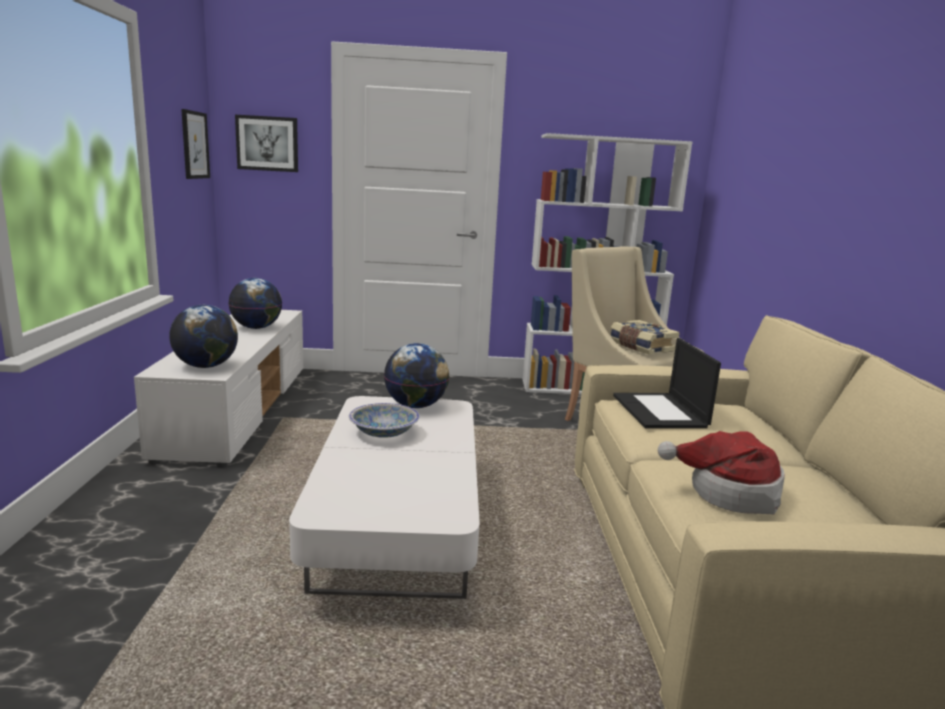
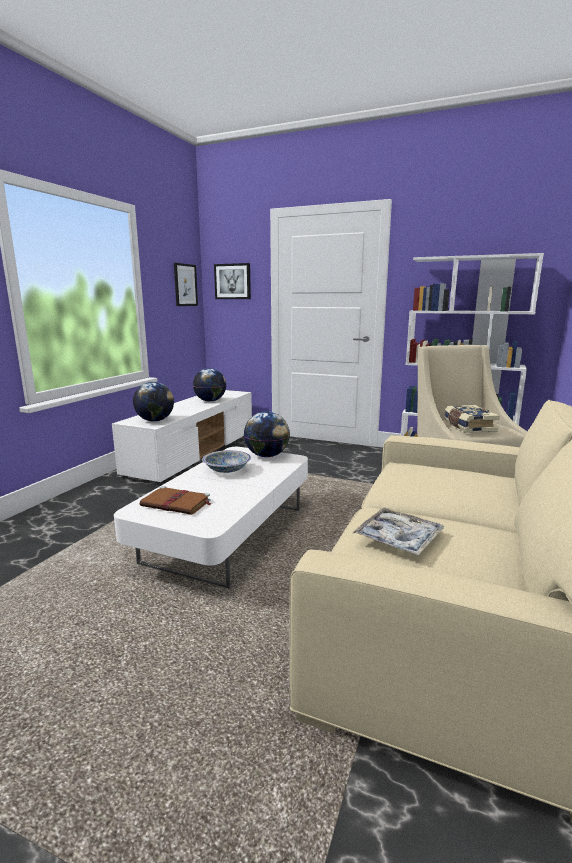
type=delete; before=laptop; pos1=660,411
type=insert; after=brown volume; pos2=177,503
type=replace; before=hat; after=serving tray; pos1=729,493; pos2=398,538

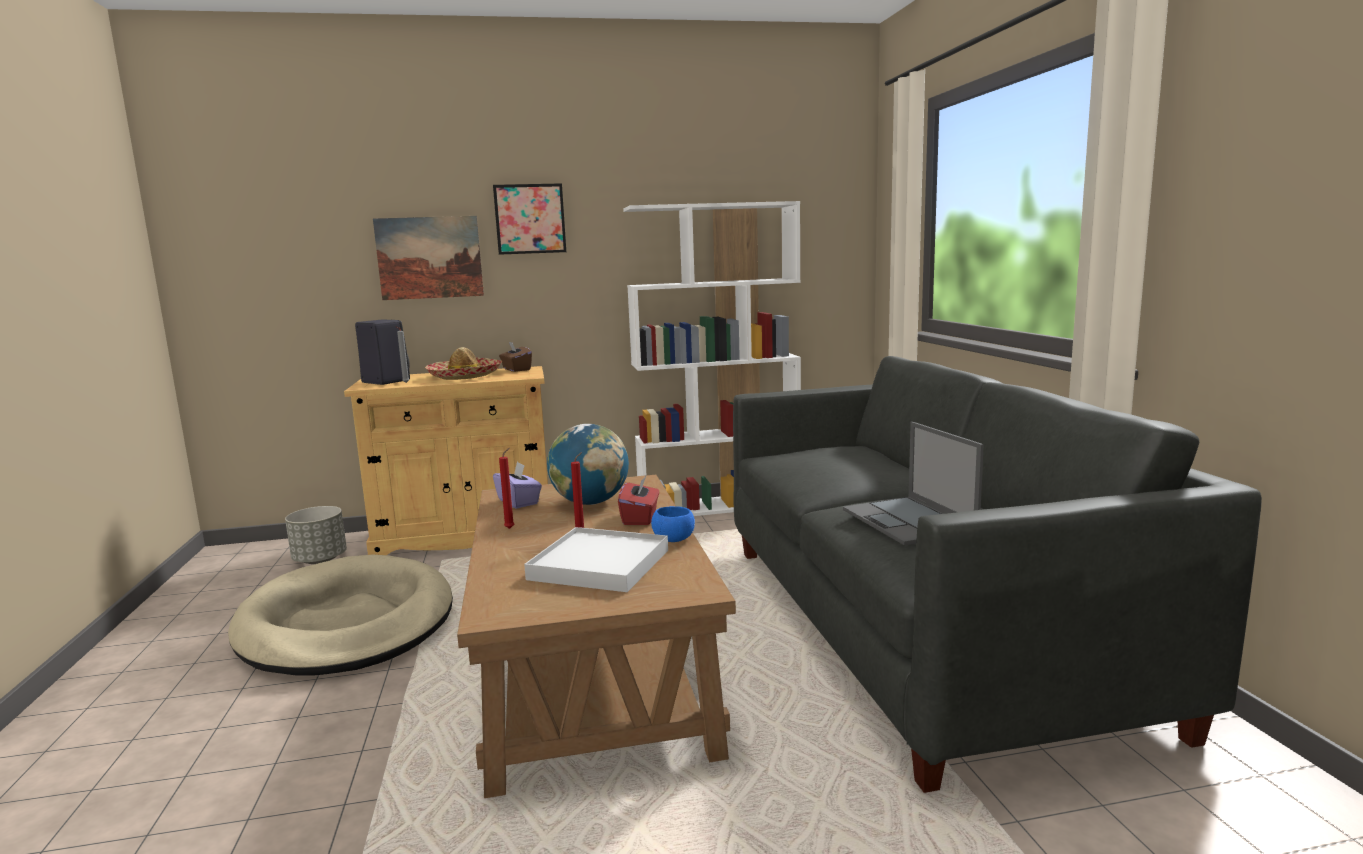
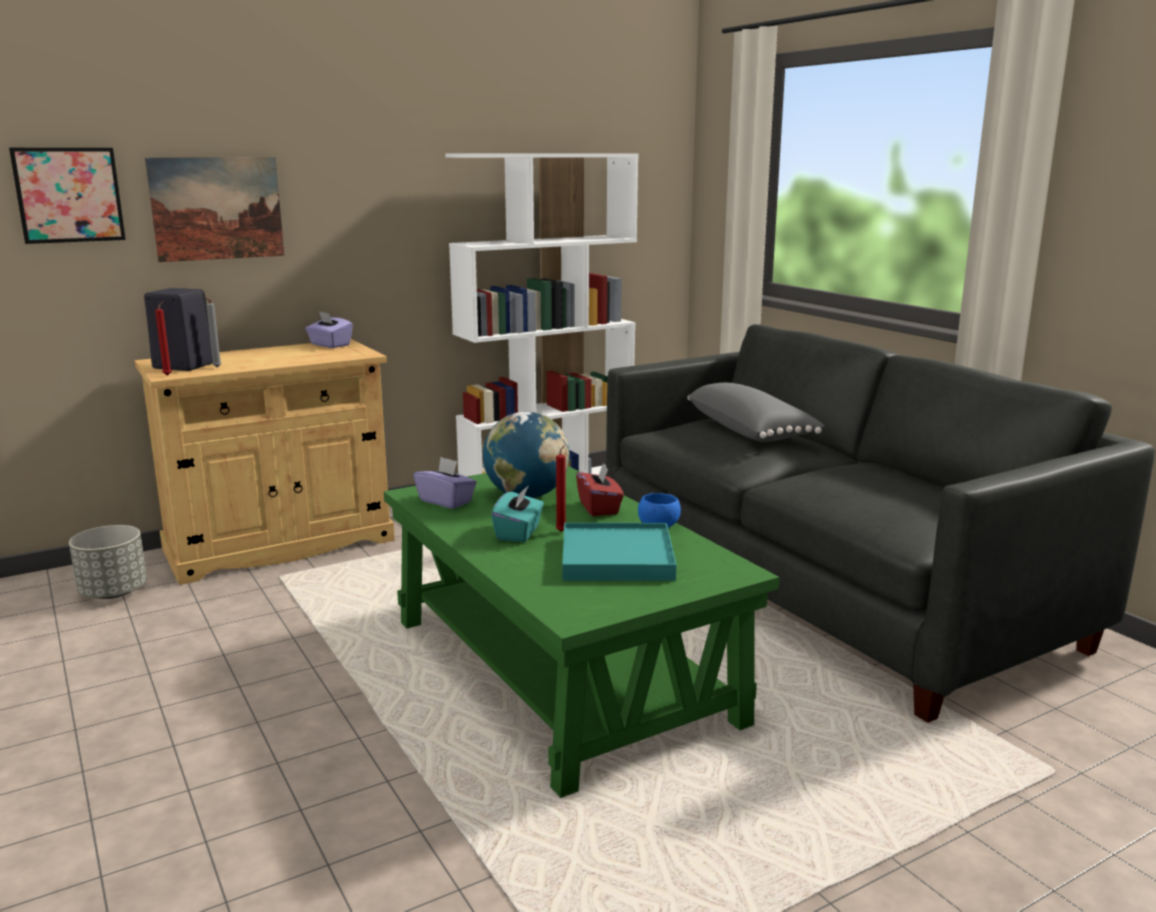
type=delete; before=beige dog cushion; pos1=347,623
type=delete; before=hat; pos1=465,376
type=delete; before=laptop; pos1=909,521
type=insert; after=turquoise-coloured tissue box; pos2=519,533
type=insert; after=greyish cushion; pos2=751,431
type=move; before=wall picture; pos1=530,219; pos2=69,195
type=move; before=red-coloured wax light; pos1=511,528; pos2=168,375
type=recolor; before=brown coffee table; after=green coffee table; pos1=593,672; pos2=562,670
type=recolor; before=brown tissue box; after=purple tissue box; pos1=516,369; pos2=330,345
type=recolor; before=white serving tray; after=turquoise-coloured serving tray; pos1=600,564; pos2=617,558

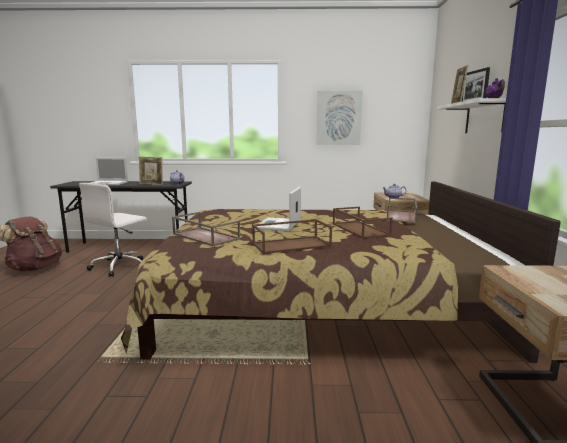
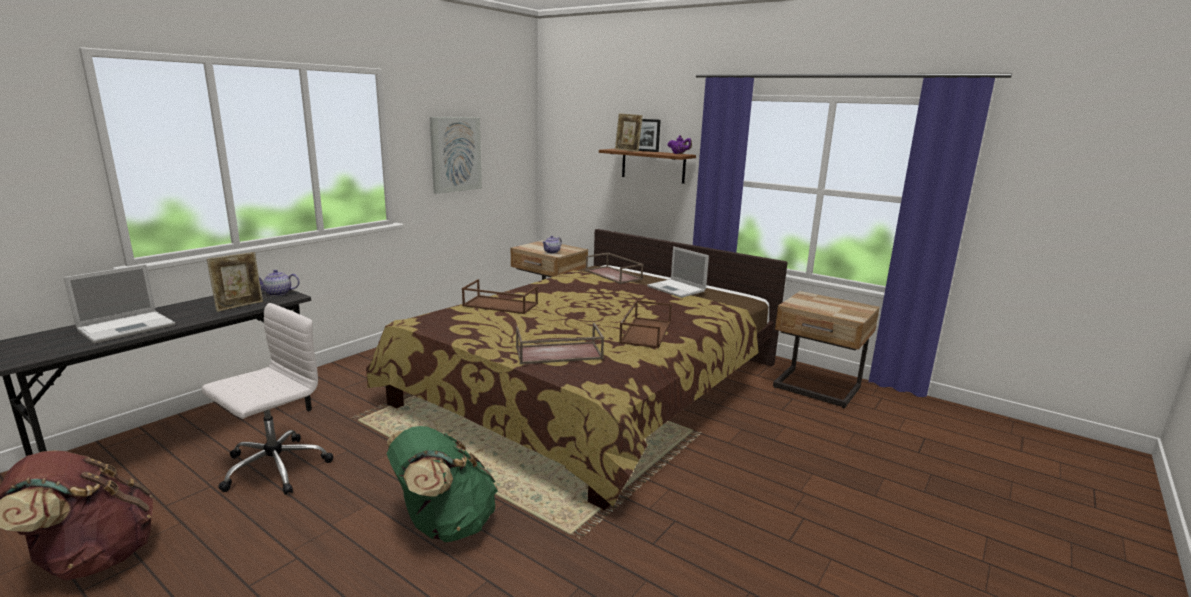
type=insert; after=green rucksack; pos2=444,525
type=move; before=laptop; pos1=278,225; pos2=677,289
type=move; before=brown serving tray; pos1=359,229; pos2=499,305
type=recolor; before=white wall shelf; after=brown wall shelf; pos1=484,117; pos2=653,165
type=rotate; before=white computer chair; pos1=120,266; pos2=273,468; turn=-120

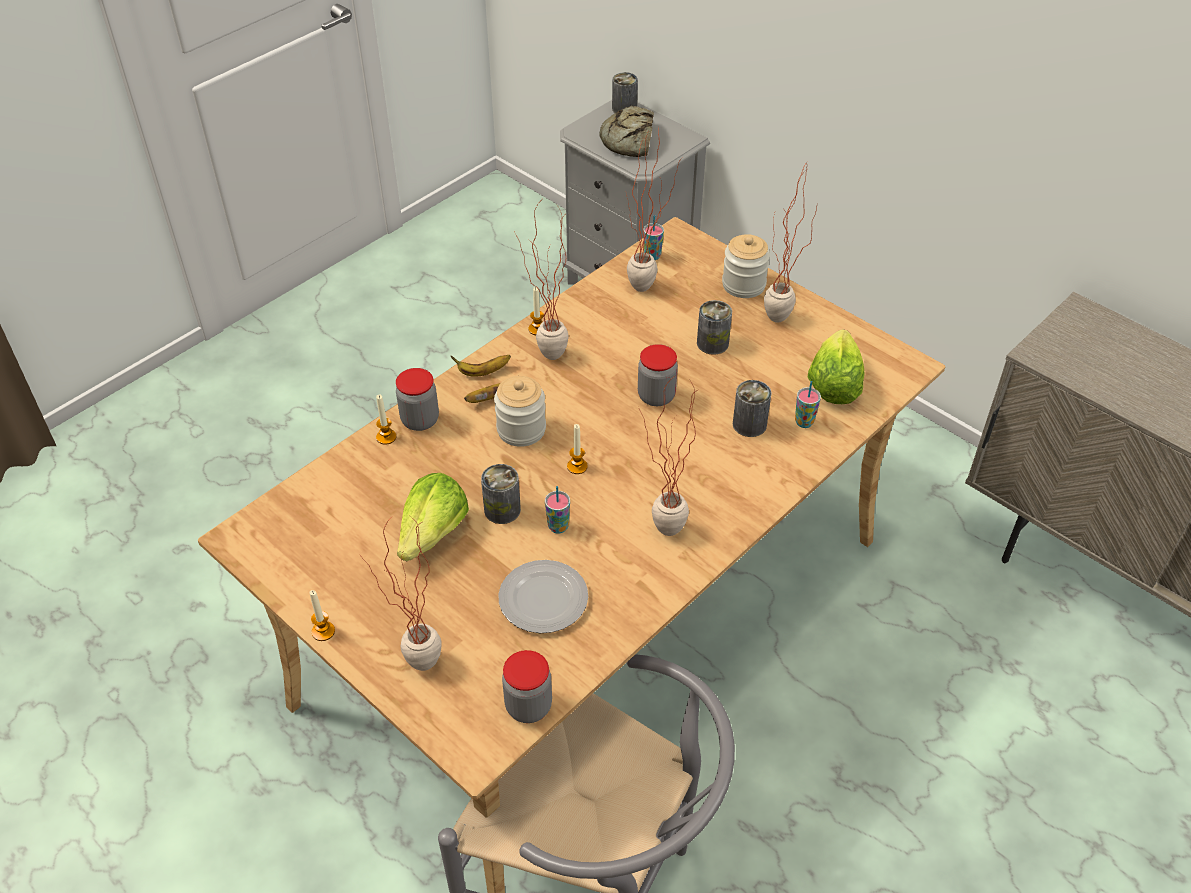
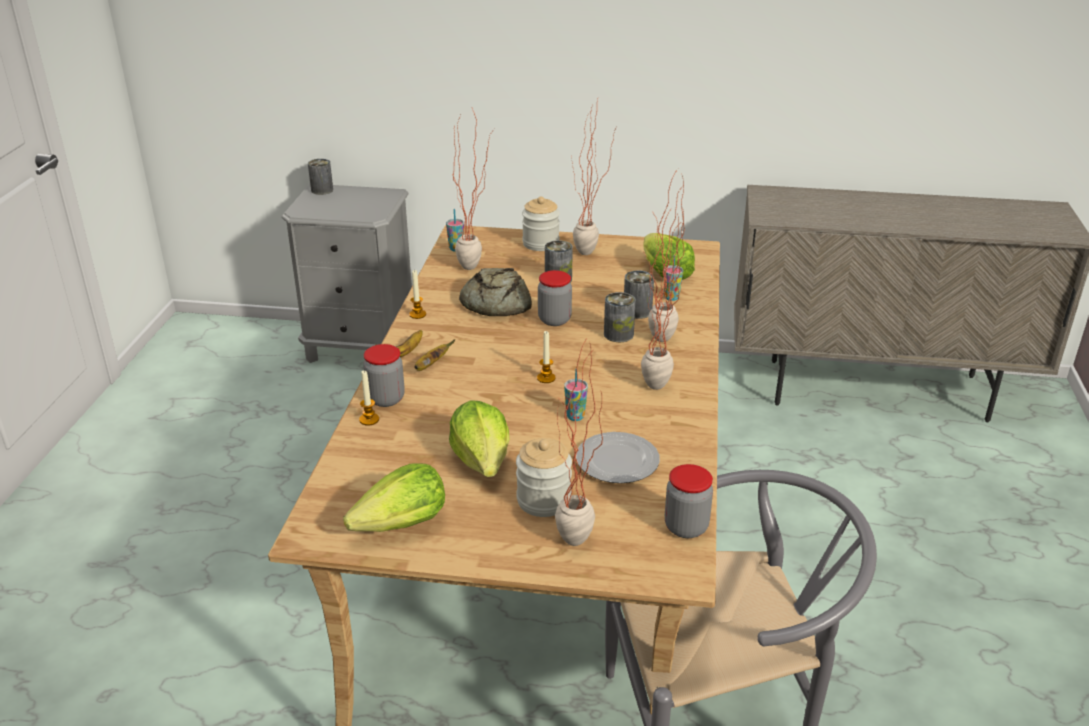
type=delete; before=wax light; pos1=323,631
type=insert; after=lettuce; pos2=402,525
type=move; before=can; pos1=502,510; pos2=618,334
type=move; before=storage jar; pos1=521,429; pos2=543,500
type=move; before=plant in a pot; pos1=544,360; pos2=660,344
type=move; before=baked bread; pos1=629,140; pos2=495,303

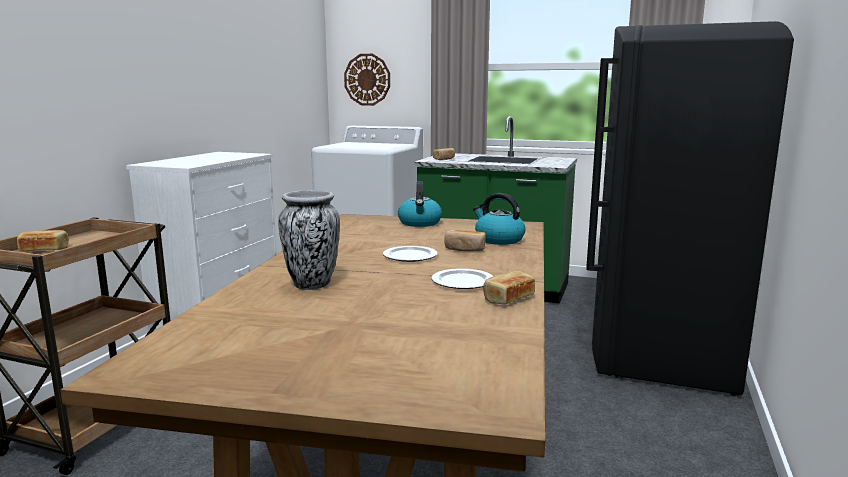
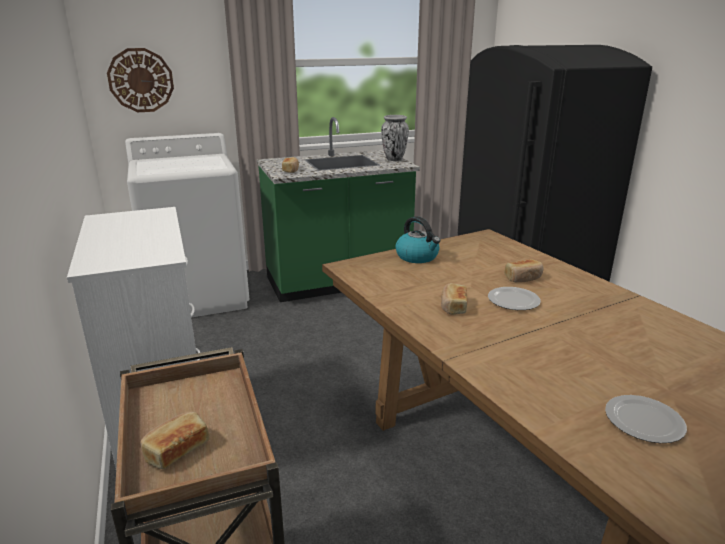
type=delete; before=water kettle; pos1=498,239
type=move; before=decorative vase; pos1=311,284; pos2=394,159
type=move; before=dinner plate; pos1=462,282; pos2=645,422
type=move; before=baked bread; pos1=507,299; pos2=453,307

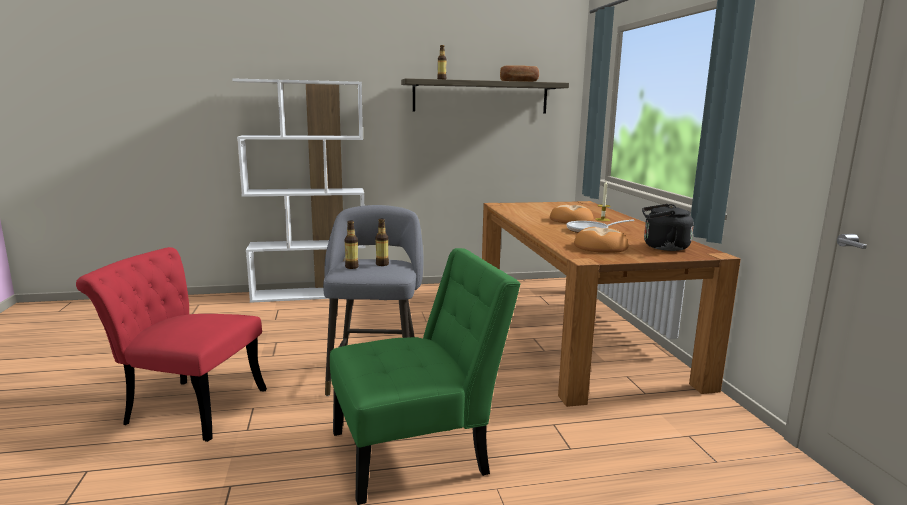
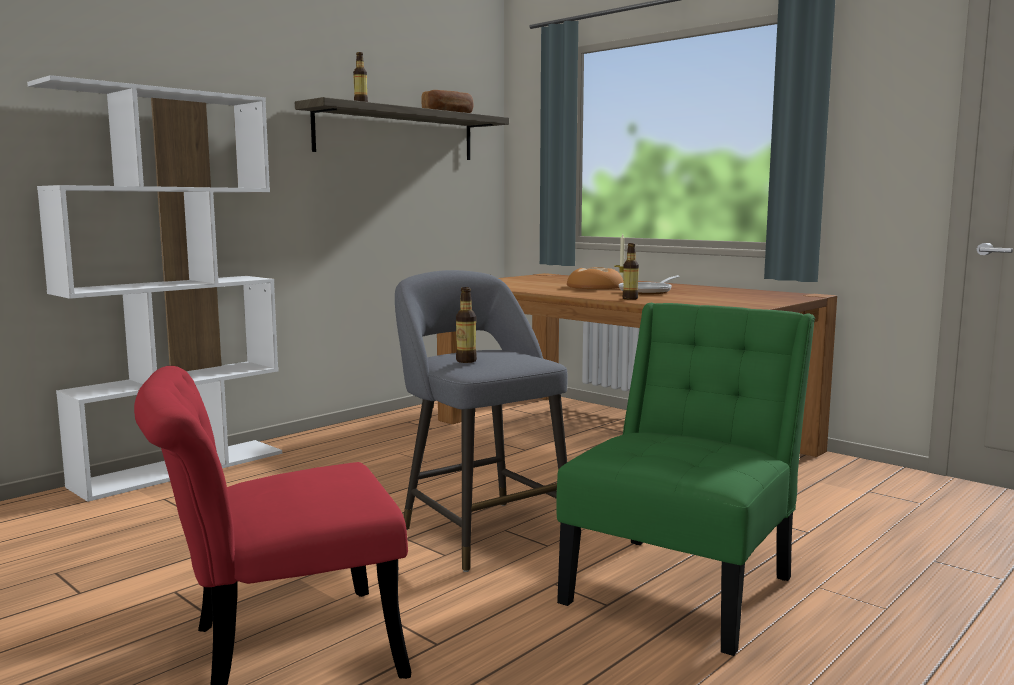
type=delete; before=baked bread; pos1=600,247
type=delete; before=blackish water kettle; pos1=662,247
type=move; before=beverage bottle; pos1=382,264; pos2=630,299

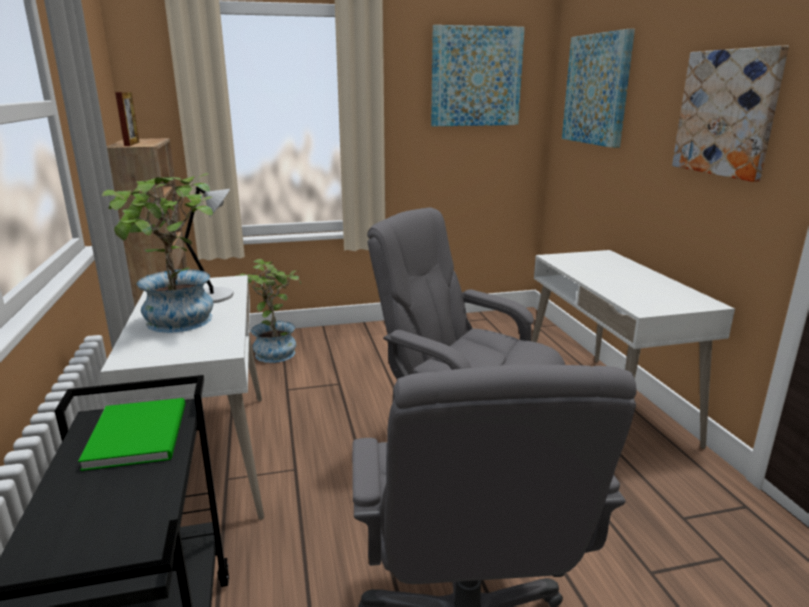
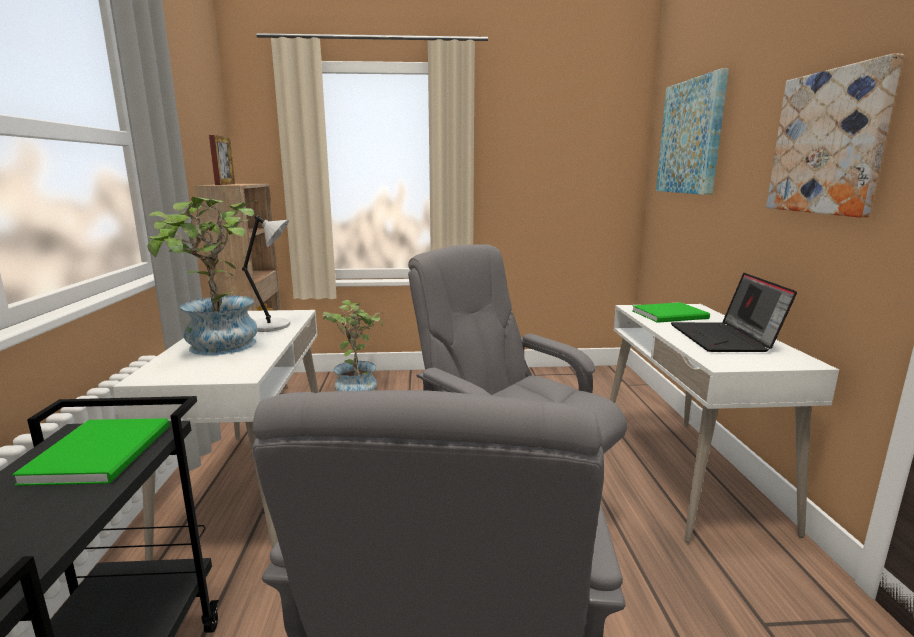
type=delete; before=wall picture; pos1=476,77
type=insert; after=green volume; pos2=672,315
type=insert; after=laptop; pos2=725,339

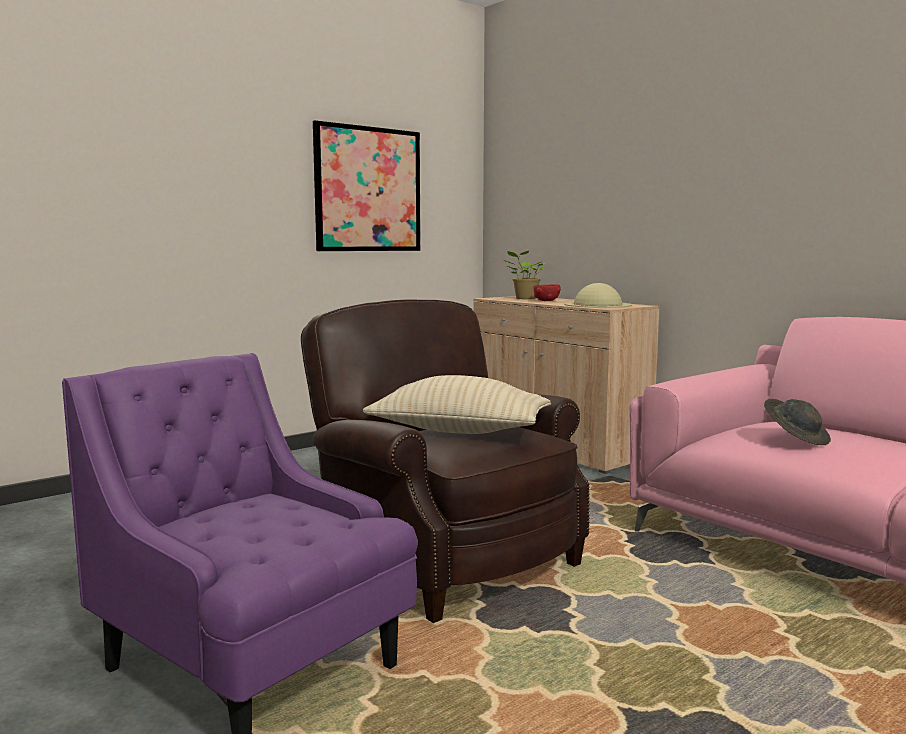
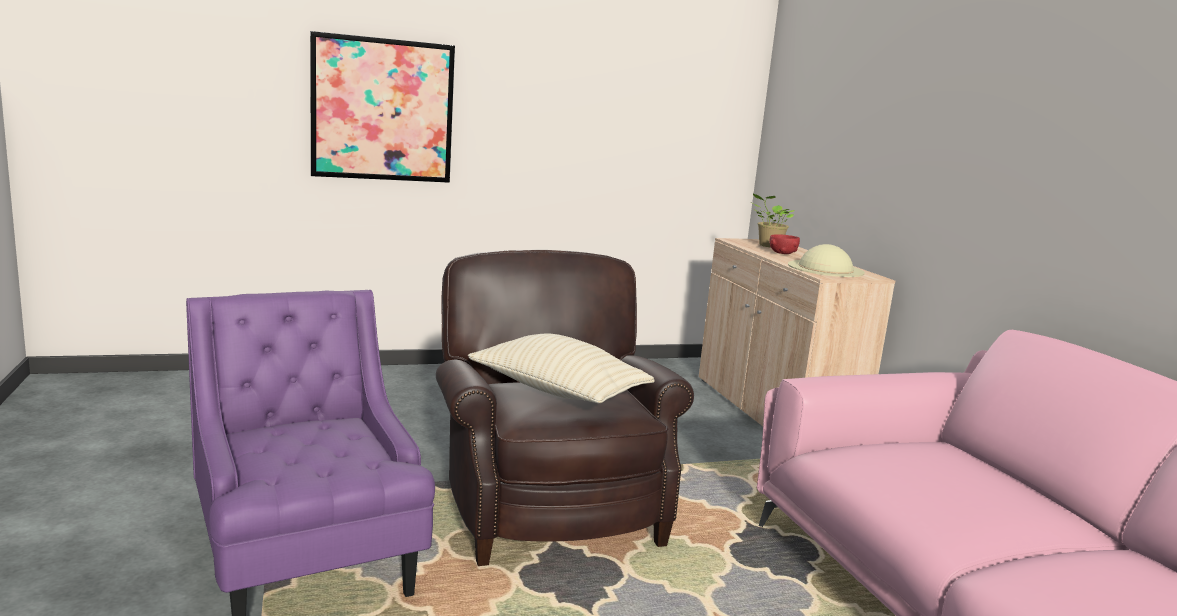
type=delete; before=greyish hat; pos1=796,438
type=move; before=wall picture; pos1=368,189; pos2=382,110

